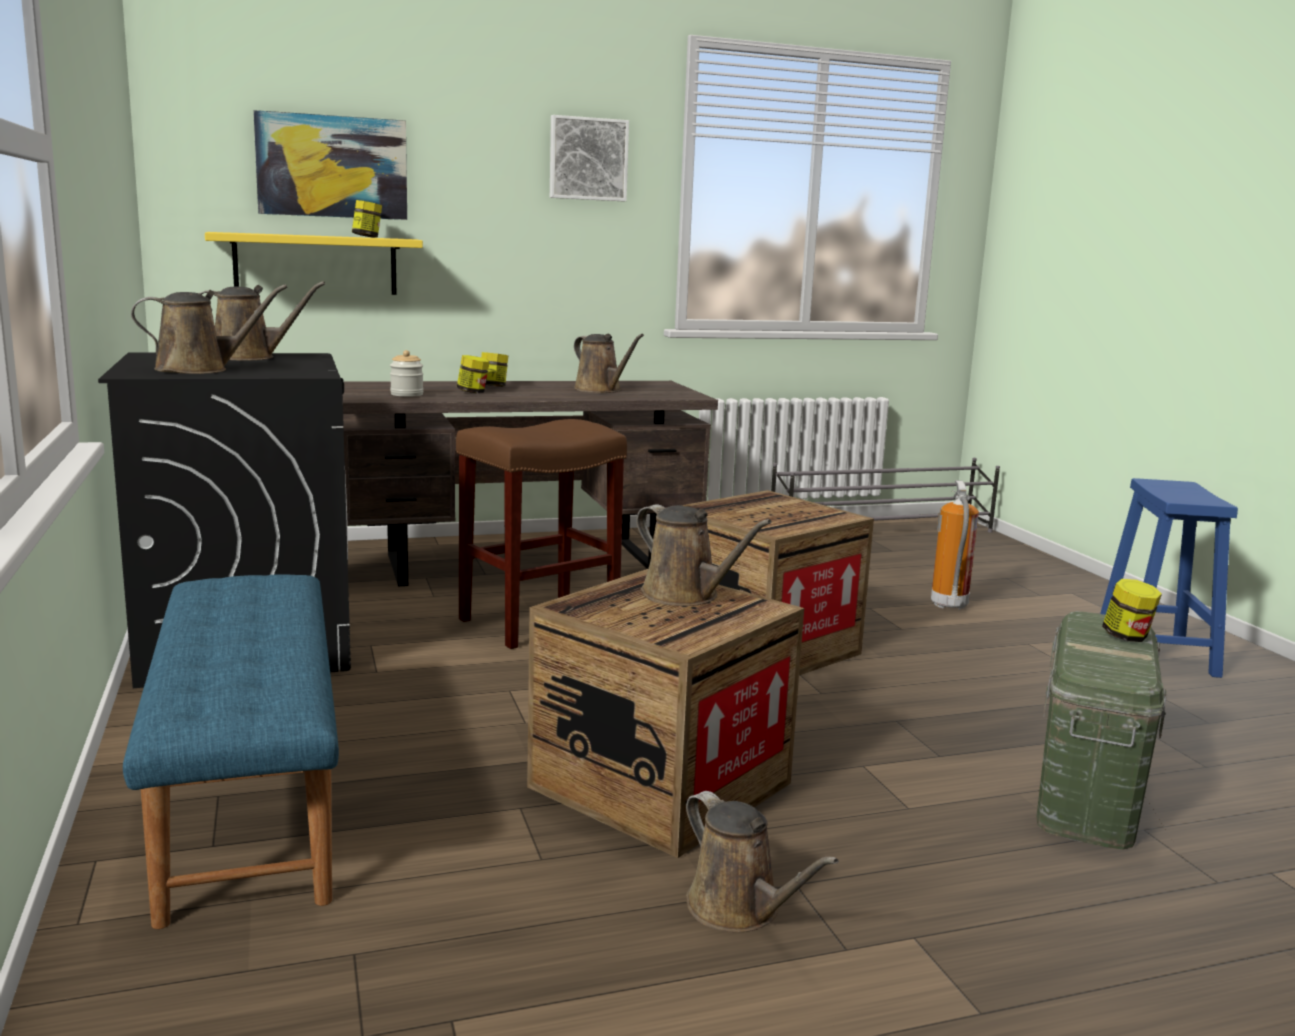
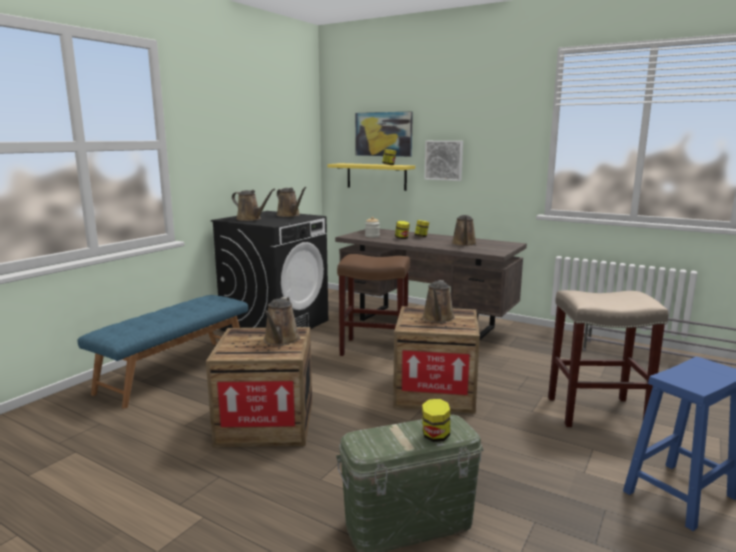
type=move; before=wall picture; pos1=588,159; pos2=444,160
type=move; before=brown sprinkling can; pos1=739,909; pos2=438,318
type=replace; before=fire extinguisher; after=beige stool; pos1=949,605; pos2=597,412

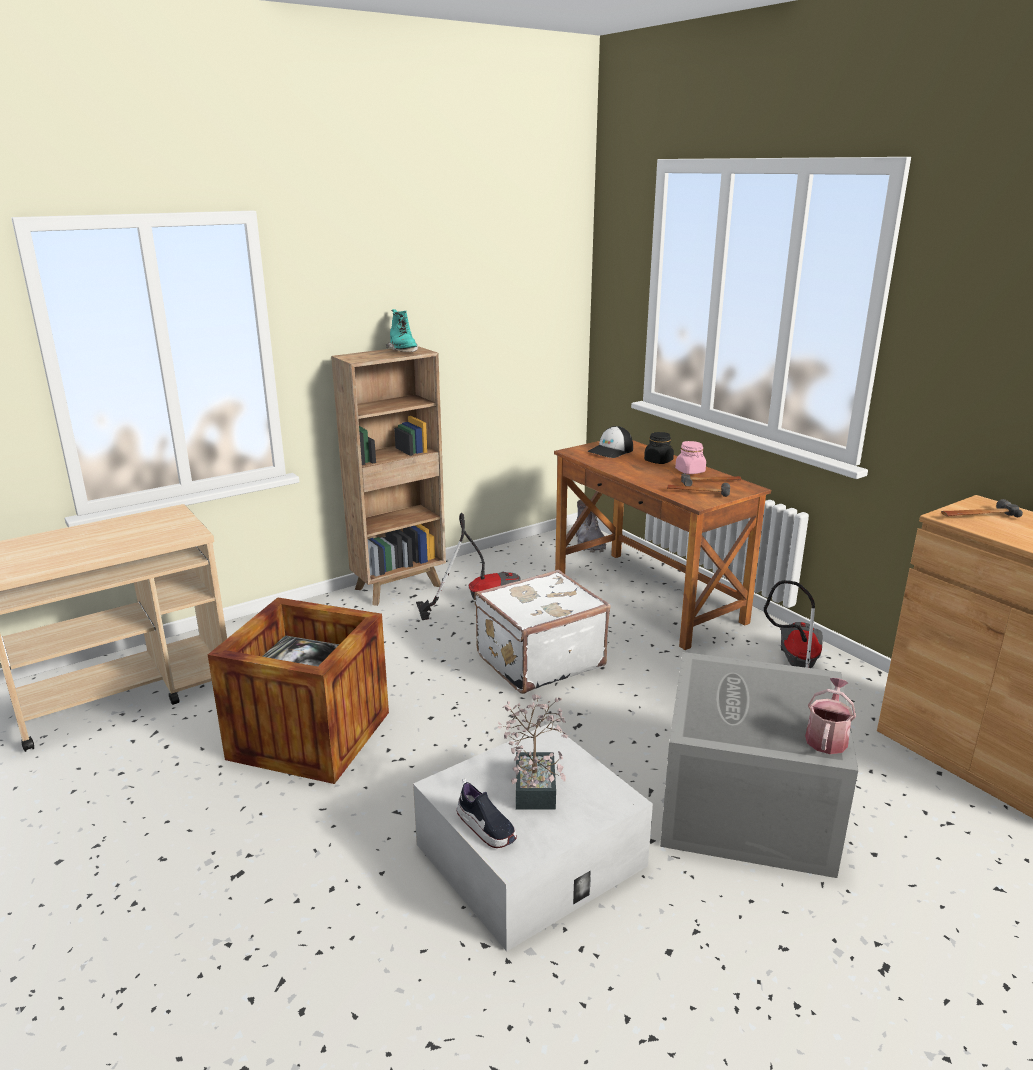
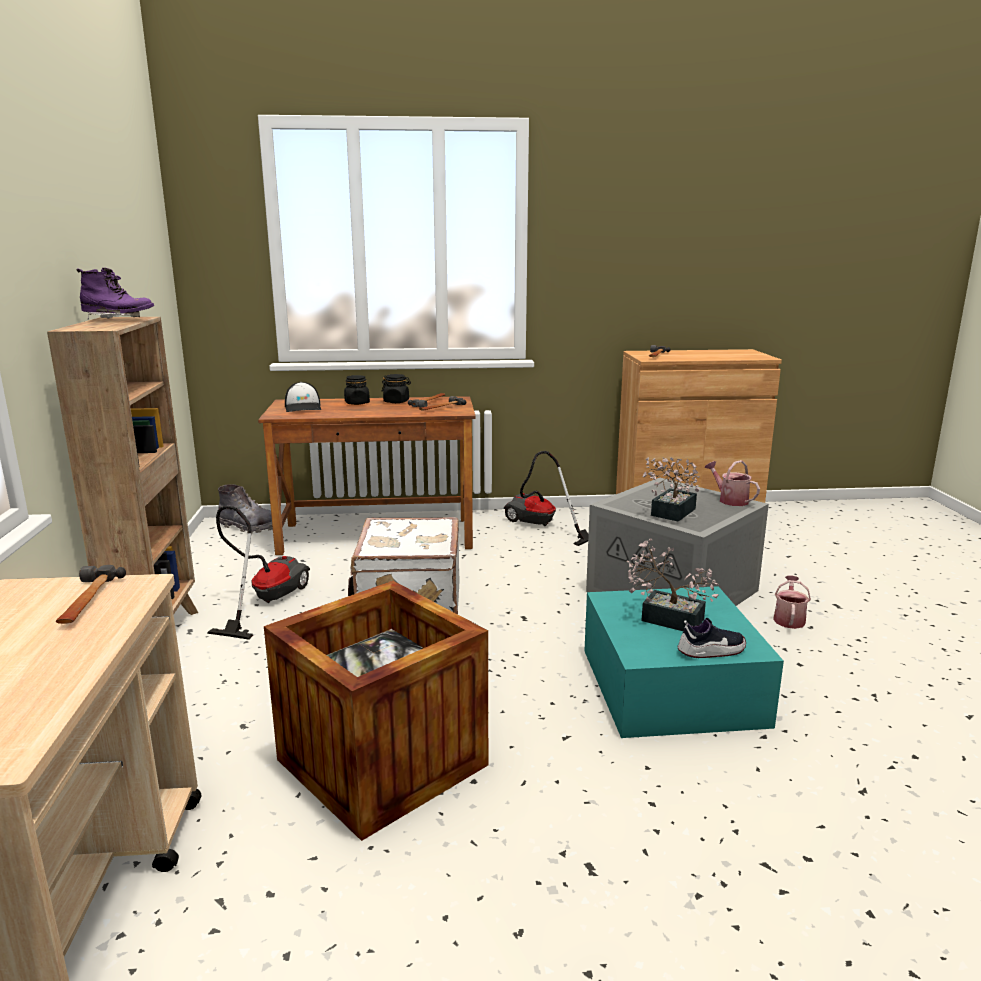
type=insert; after=hand hammer; pos2=87,601
type=insert; after=plant in a pot; pos2=670,513
type=insert; after=sprinkling can; pos2=789,619
type=recolor; before=turquoise-coloured tall boot; after=purple tall boot; pos1=403,351; pos2=118,320
type=recolor; before=white storage box; after=turquoise-coloured storage box; pos1=530,855; pos2=671,686
type=recolor; before=pinkish storage jar; after=blackish storage jar; pos1=690,471; pos2=396,401

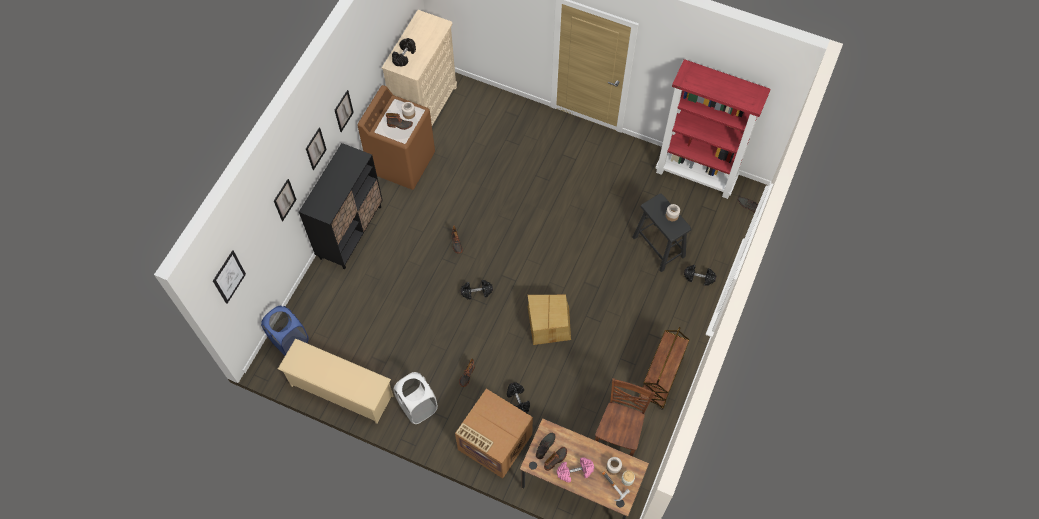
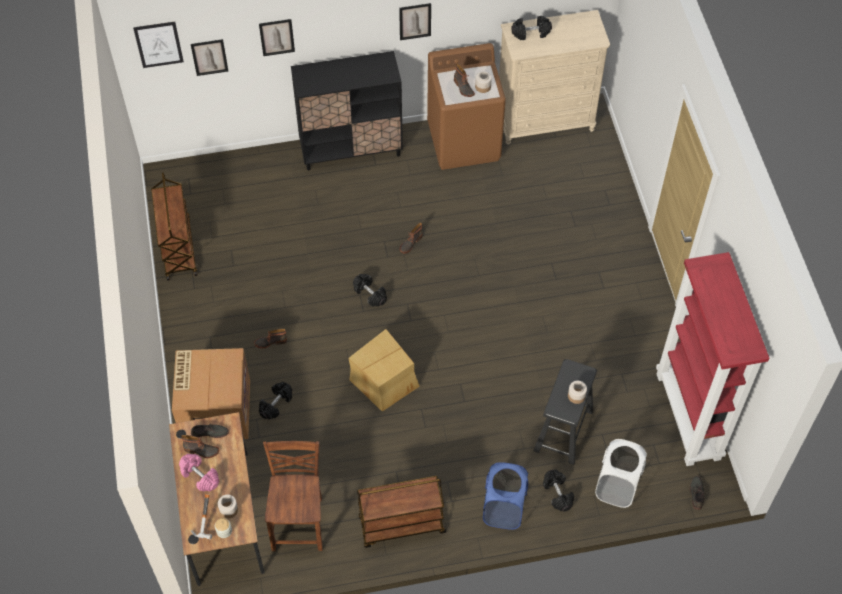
type=move; before=bluish washing basket; pos1=290,341; pos2=503,509
type=move; before=wall picture; pos1=315,148; pos2=209,57
type=move; before=white washing basket; pos1=418,406; pos2=616,487
type=replace; before=beige shoe rack; after=brown wheeled cart; pos1=341,390; pos2=178,248
type=rotate; before=brown upright chair; pos1=617,439; pos2=299,523; turn=-75

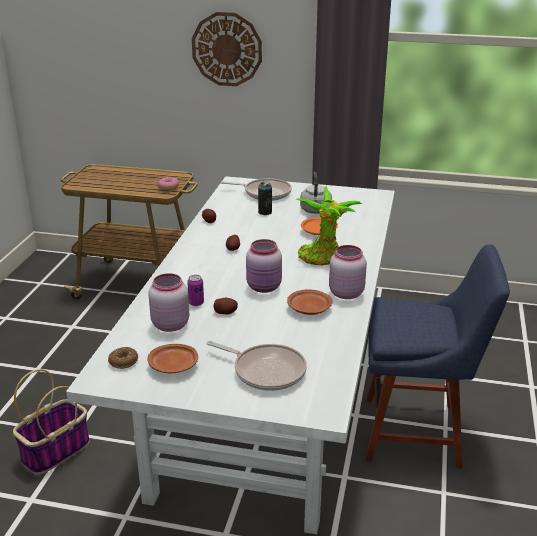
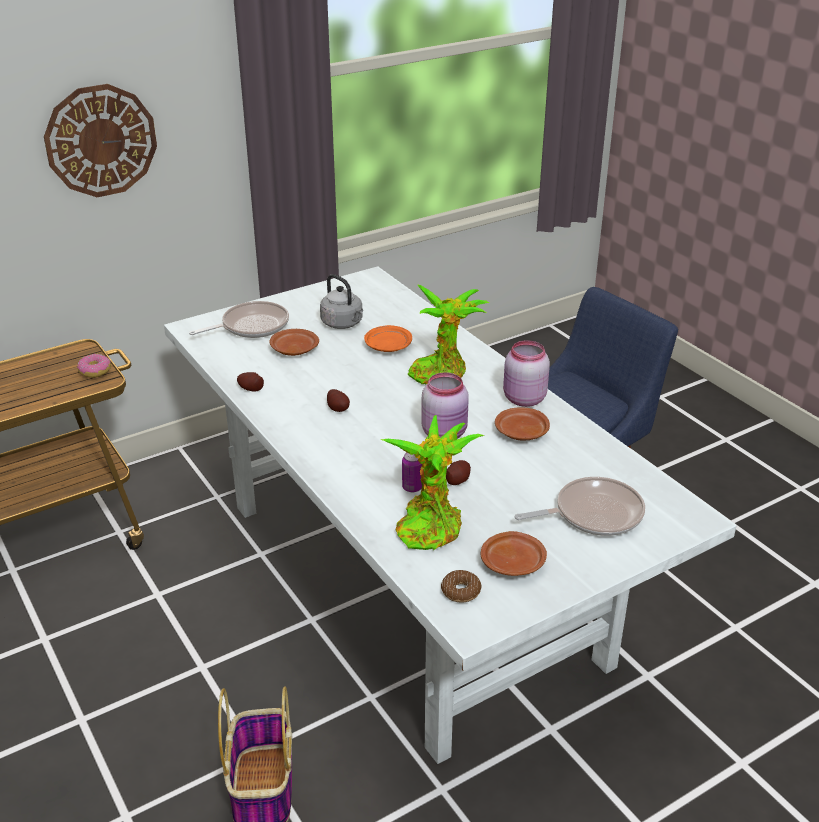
type=replace; before=pinkish storage jar; after=plant in a pot; pos1=169,324; pos2=430,525
type=replace; before=can; after=brown dinner plate; pos1=265,212; pos2=294,349

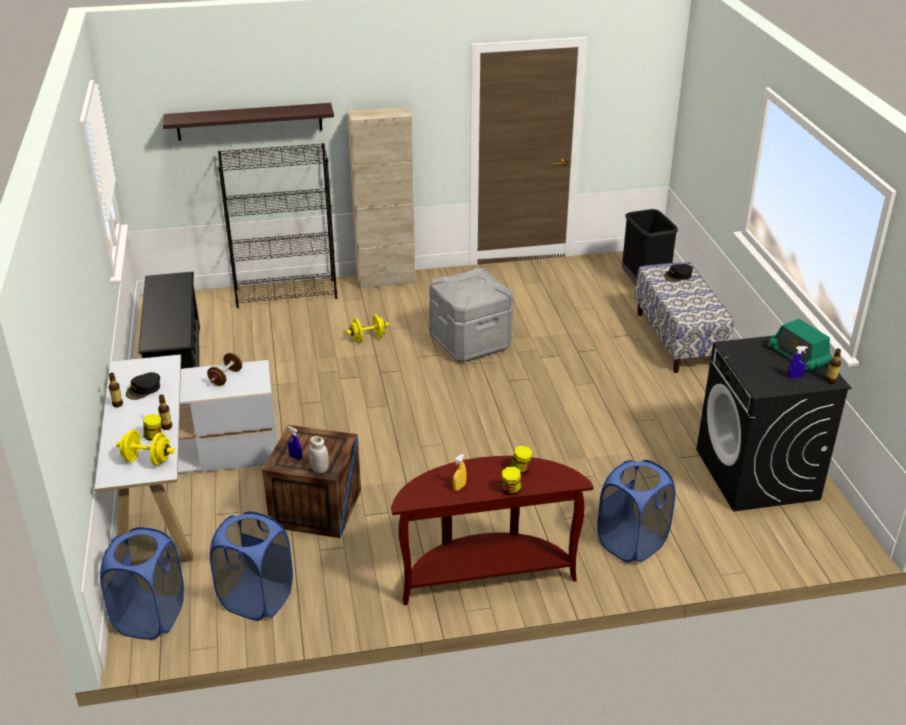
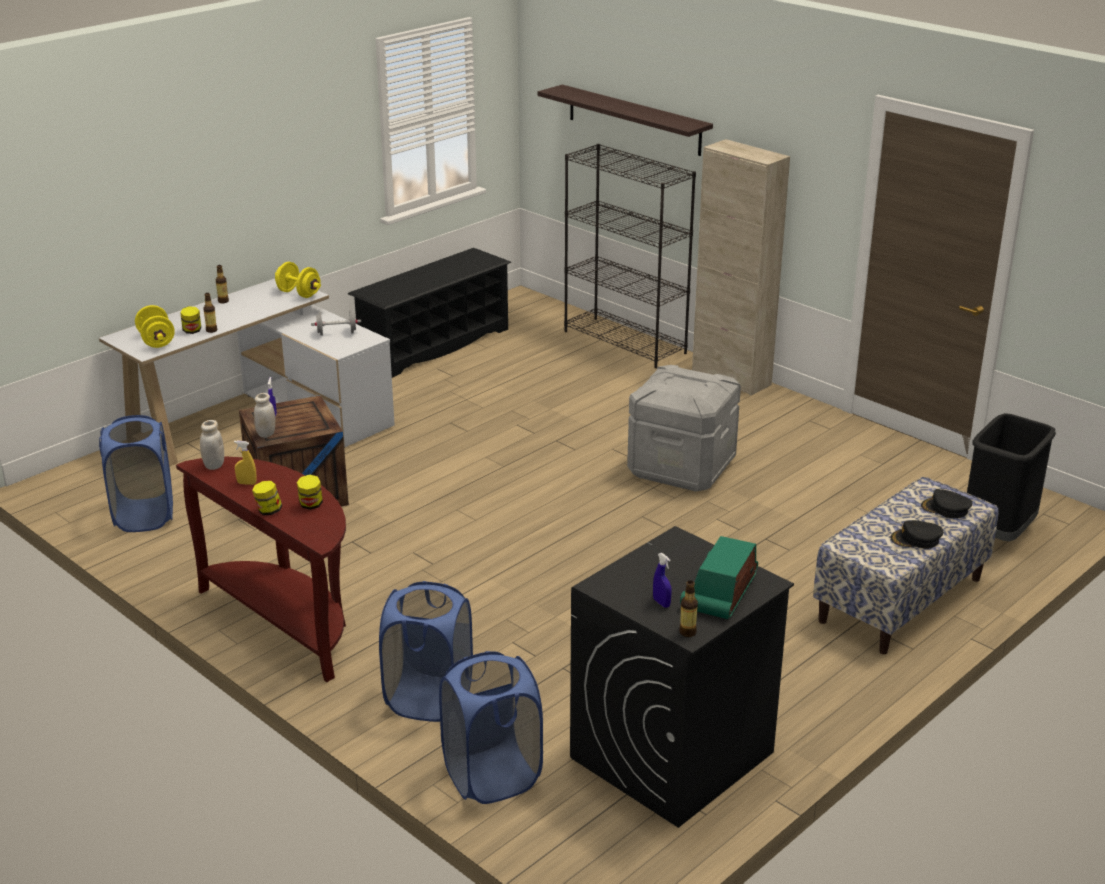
type=insert; after=white storage jar; pos2=214,465
type=move; before=bluish washing basket; pos1=150,617; pos2=492,776
type=move; before=blackish cap; pos1=144,389; pos2=916,539
type=move; before=yellow-coloured dumbbell; pos1=368,338; pos2=299,293
type=recolor; before=brown dumbbell; after=greyish dumbbell; pos1=226,377; pos2=337,333

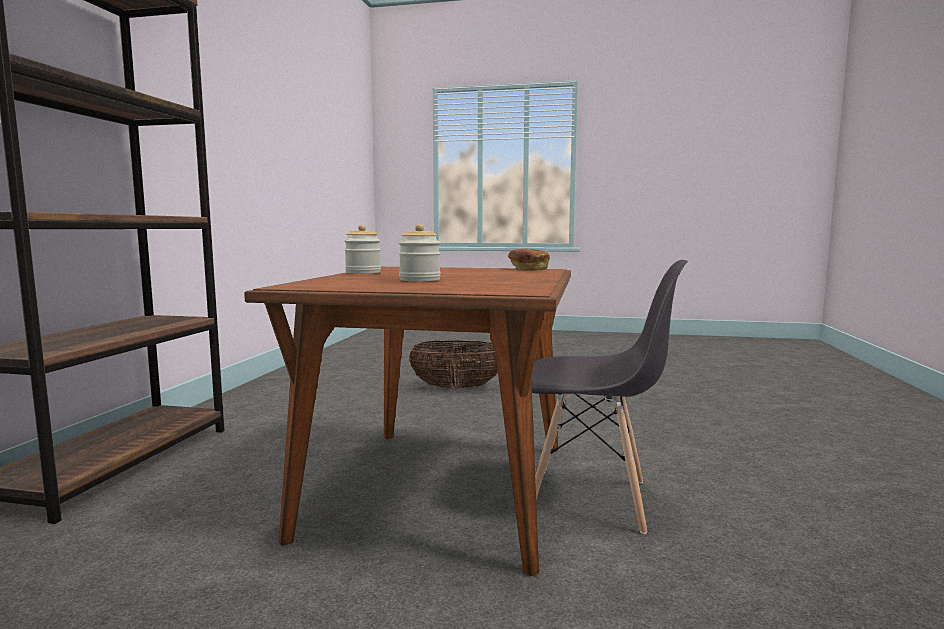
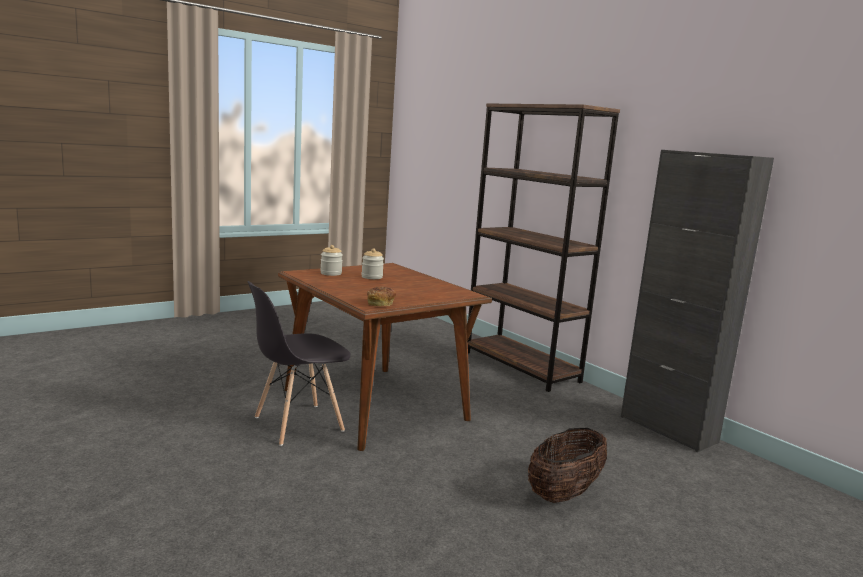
type=insert; after=blackish cupboard; pos2=668,429
type=move; before=storage jar; pos1=363,272; pos2=331,273

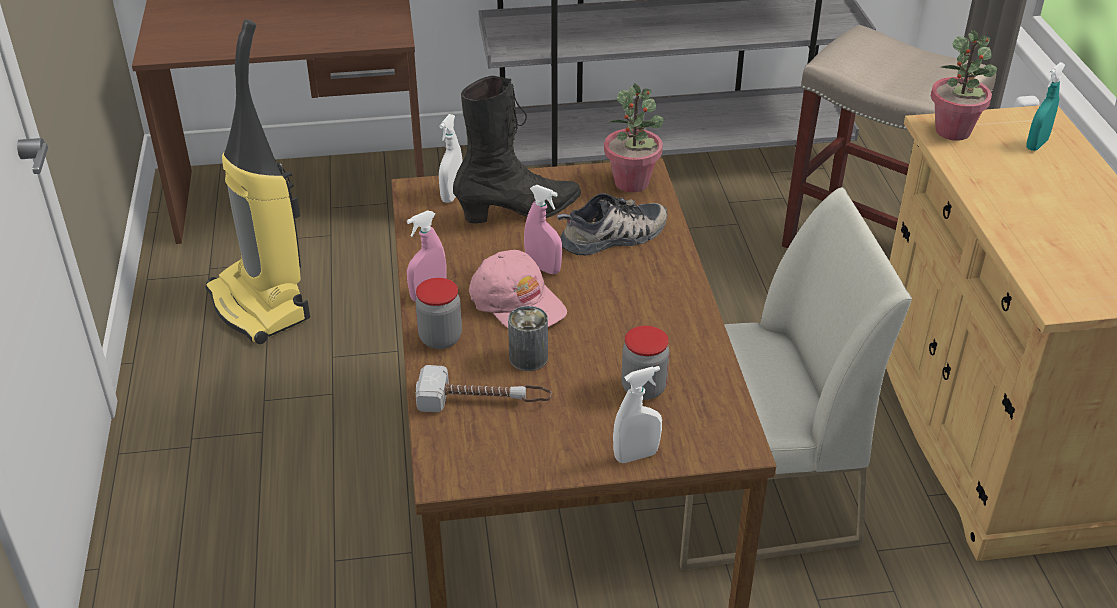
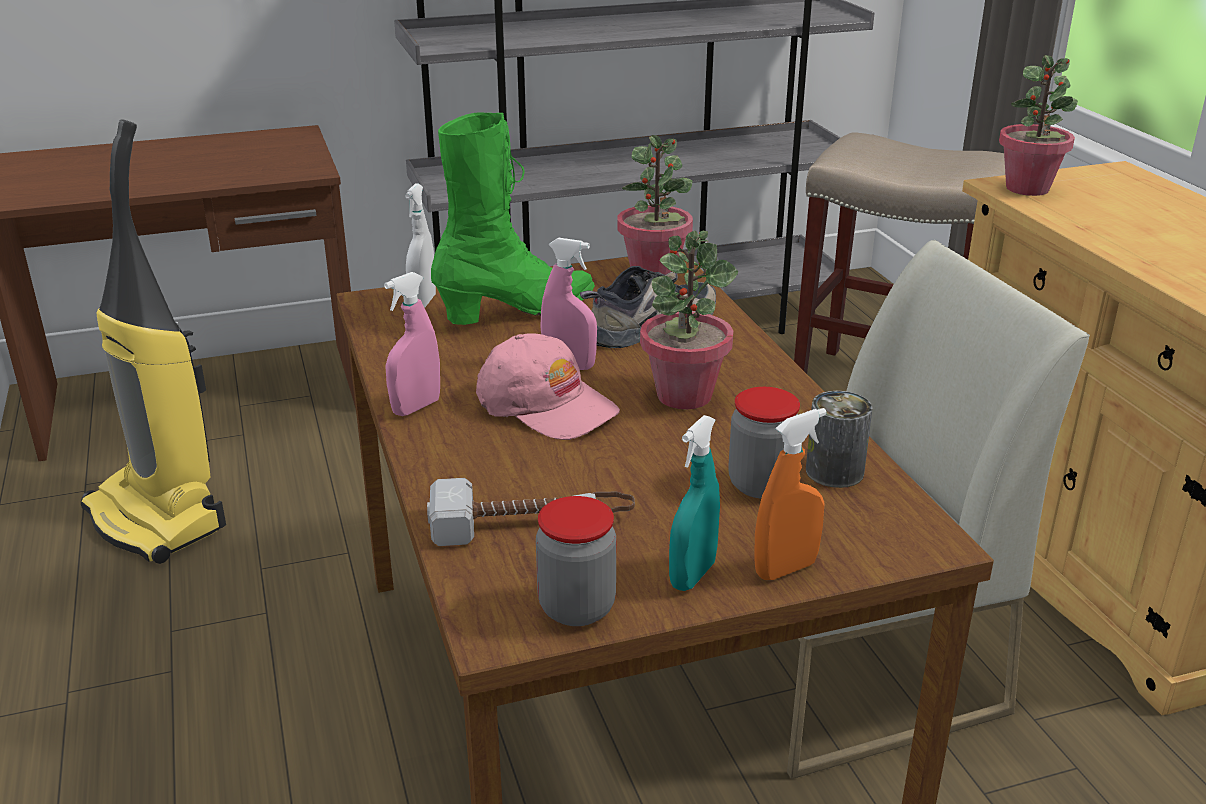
type=insert; after=plant in a pot; pos2=684,395
type=move; before=storage jar; pos1=440,338; pos2=577,608
type=move; before=can; pos1=528,358; pos2=834,471
type=move; before=turquoise-coloured spray bottle; pos1=1036,145; pos2=692,575
type=recolor; before=blackish tall boot; after=green tall boot; pos1=520,212; pos2=519,312
type=recolor; before=white spray bottle; after=orange spray bottle; pos1=636,455; pos2=785,569

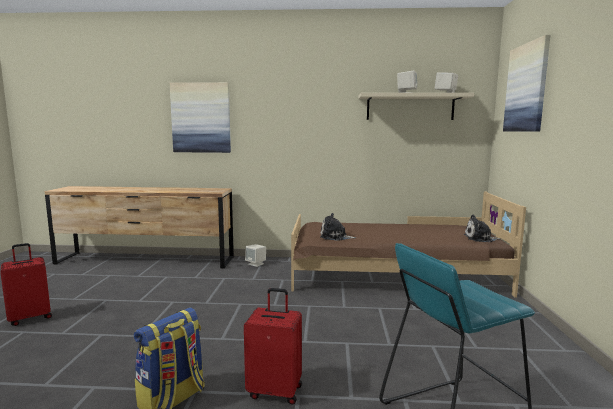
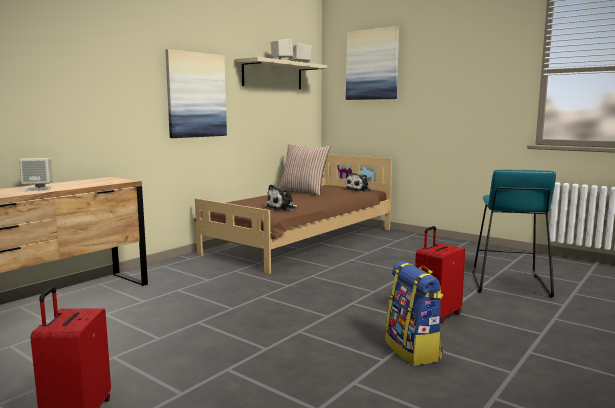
type=insert; after=cushion; pos2=303,192
type=move; before=wall picture; pos1=201,118; pos2=196,95
type=move; before=beige audio speaker; pos1=256,264; pos2=38,189

